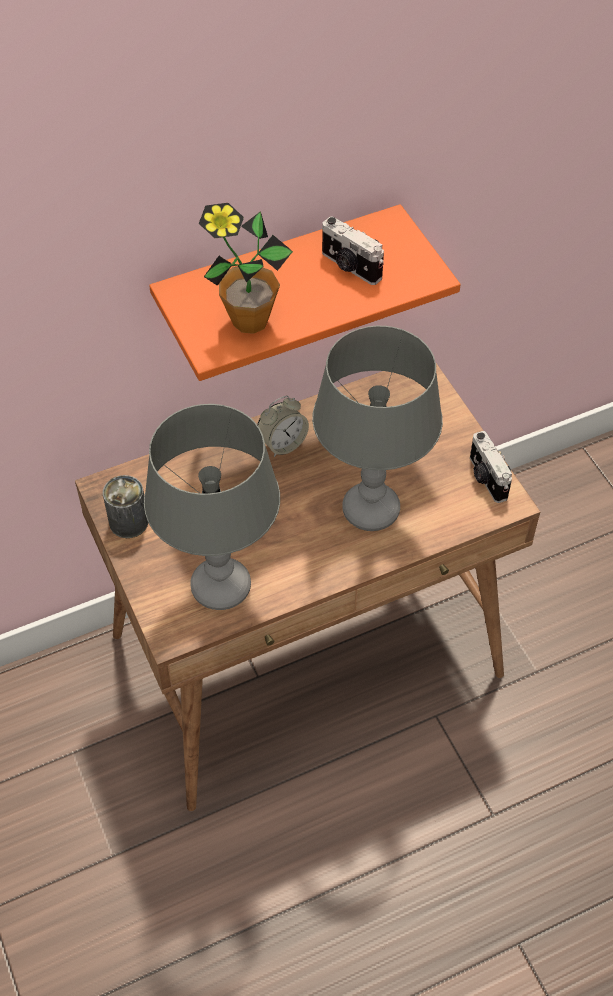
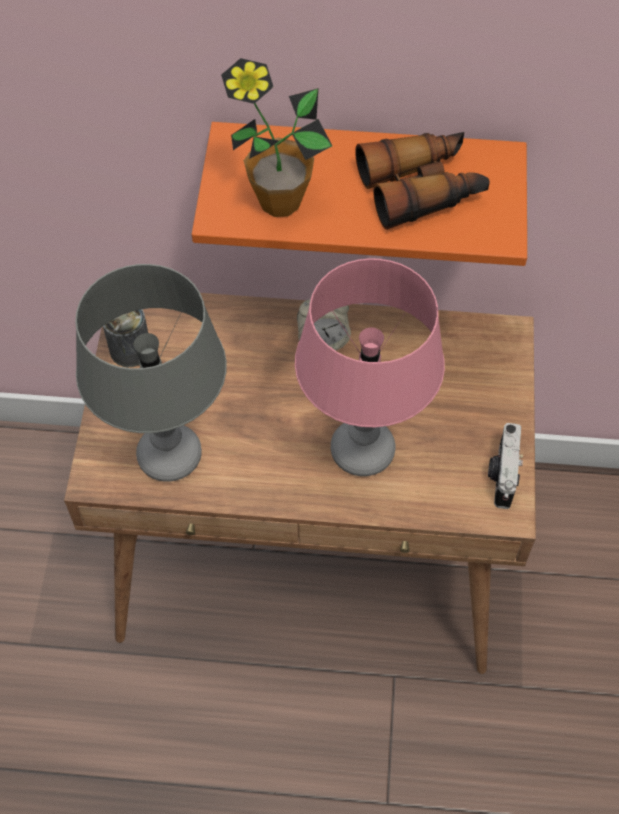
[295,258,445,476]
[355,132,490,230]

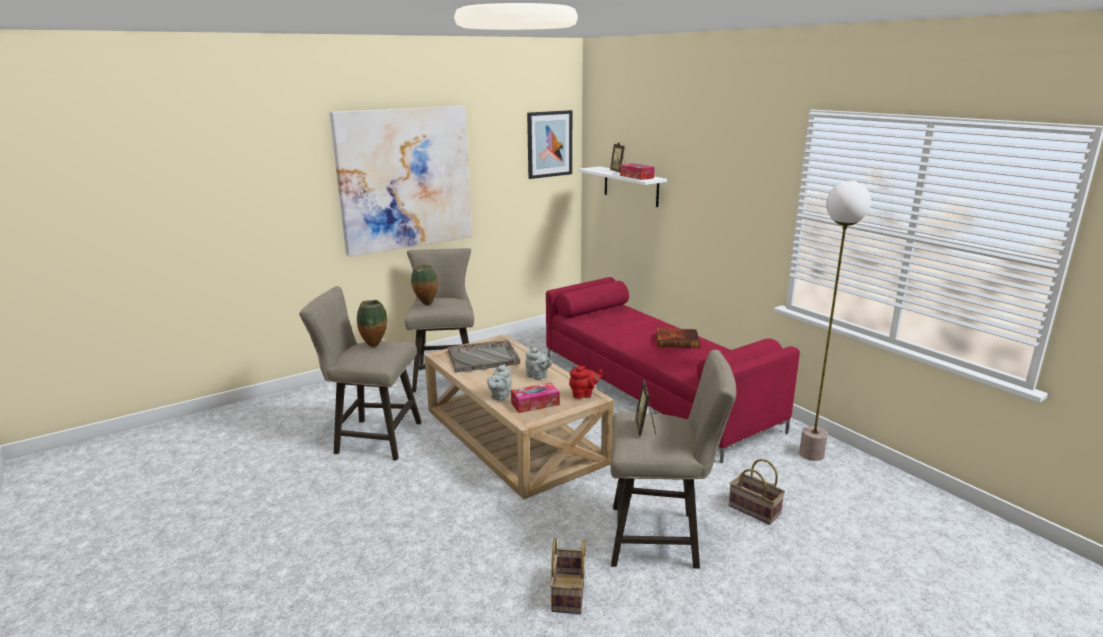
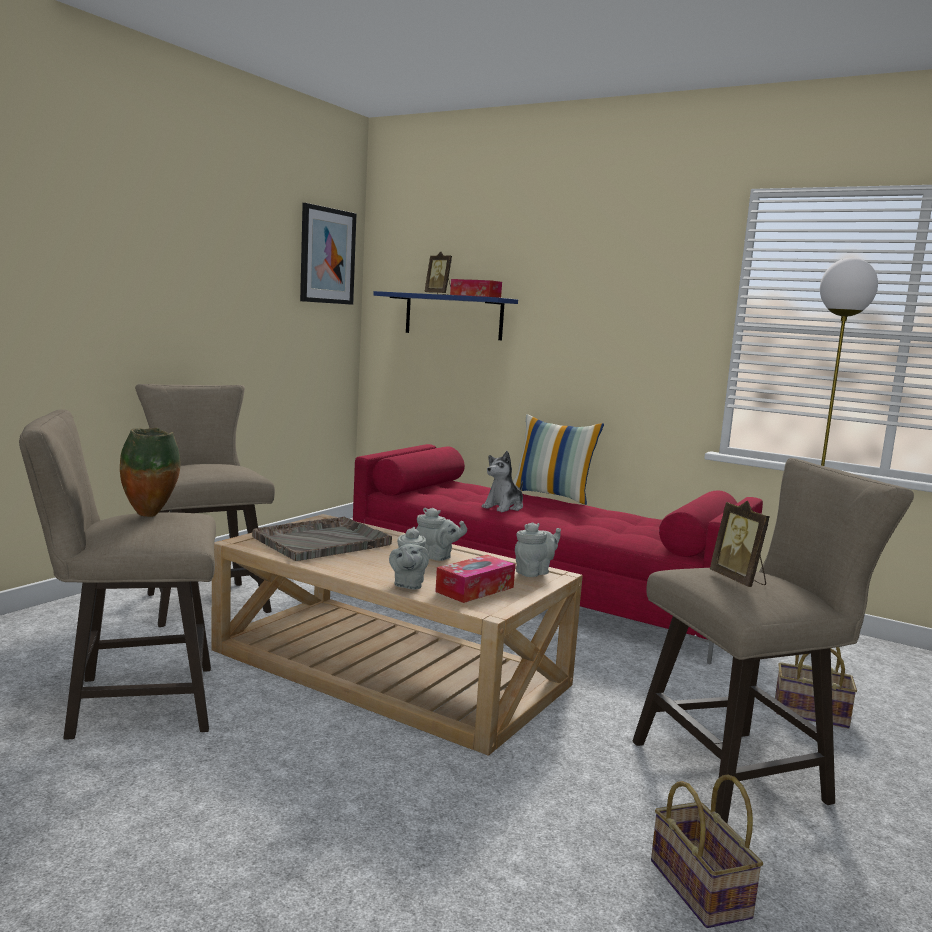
[373,291,518,340]
[482,451,523,512]
[513,414,604,505]
[515,522,561,577]
[330,106,472,256] (first image)
[411,265,438,305] (first image)
[656,328,700,348] (first image)

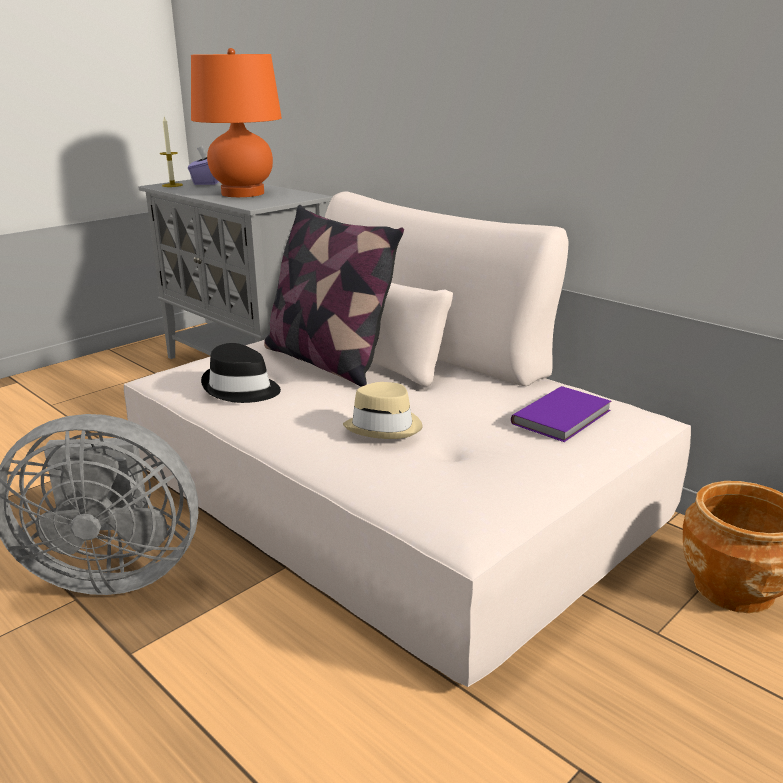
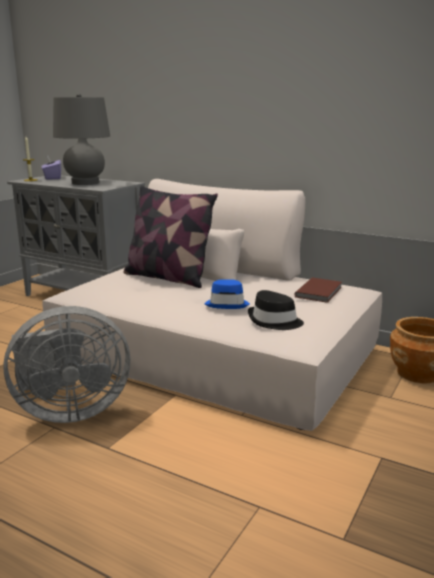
[53,93,110,185]
[204,279,250,309]
[248,290,304,330]
[295,277,342,303]

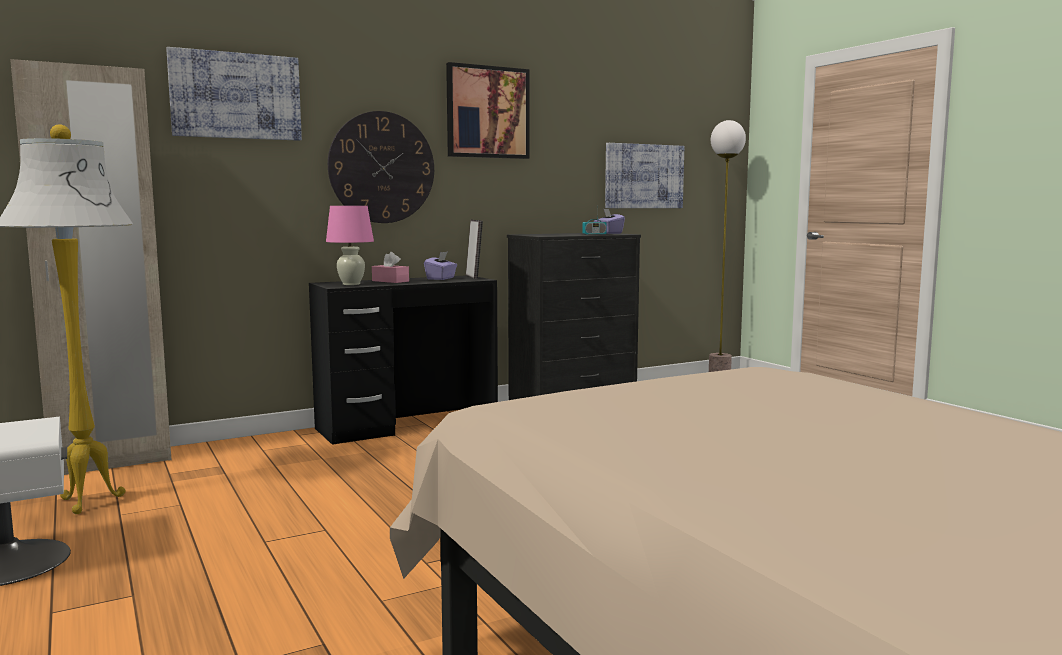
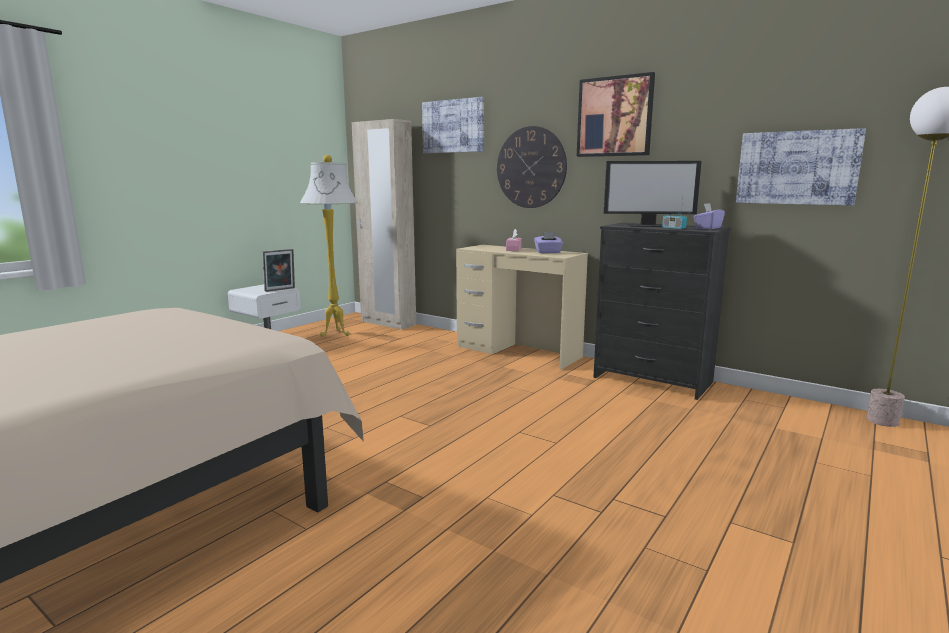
[262,249,295,292]
[456,245,588,370]
[604,161,702,227]
[326,206,374,285] (first image)

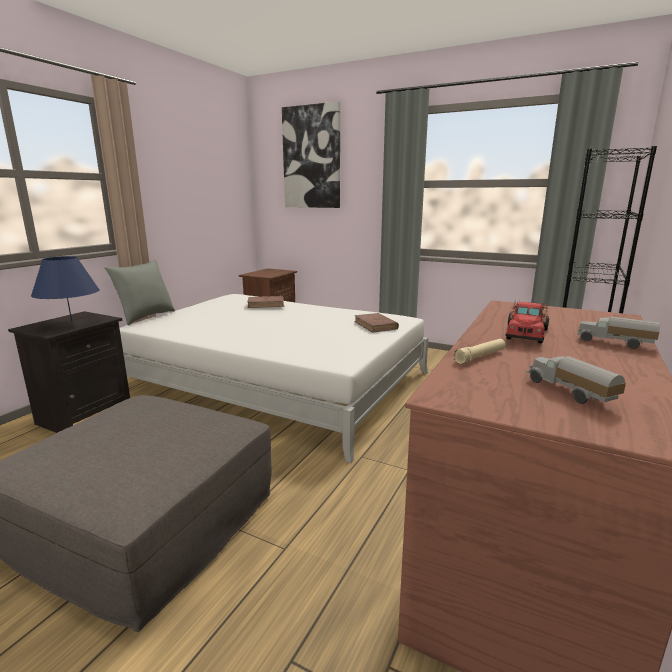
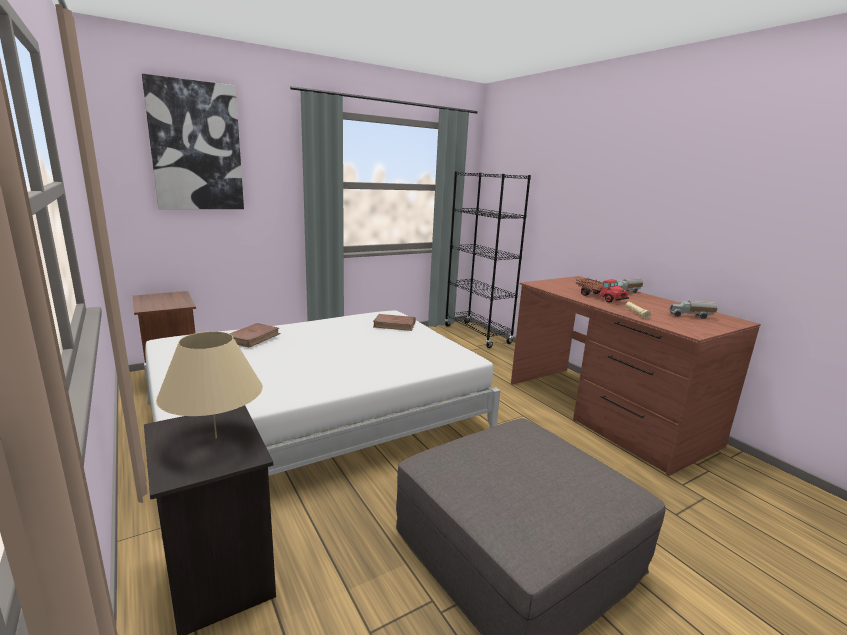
[156,331,263,438]
[105,260,175,325] (first image)

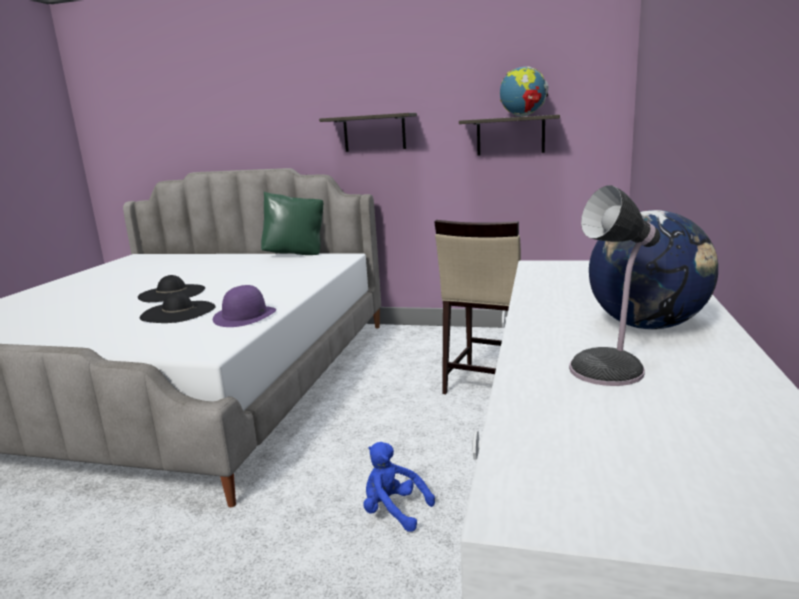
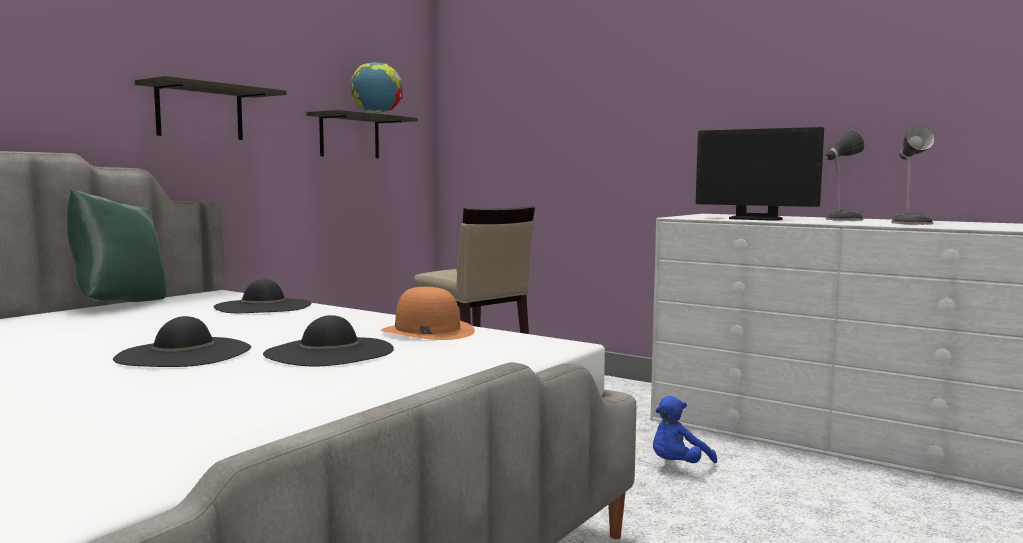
[214,279,312,313]
[381,287,475,340]
[696,127,824,221]
[825,130,865,221]

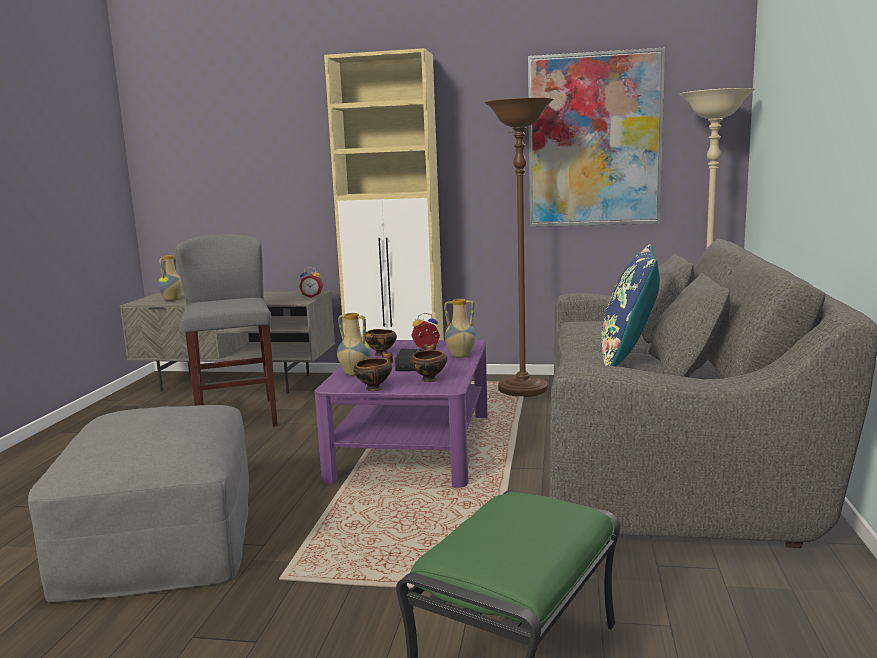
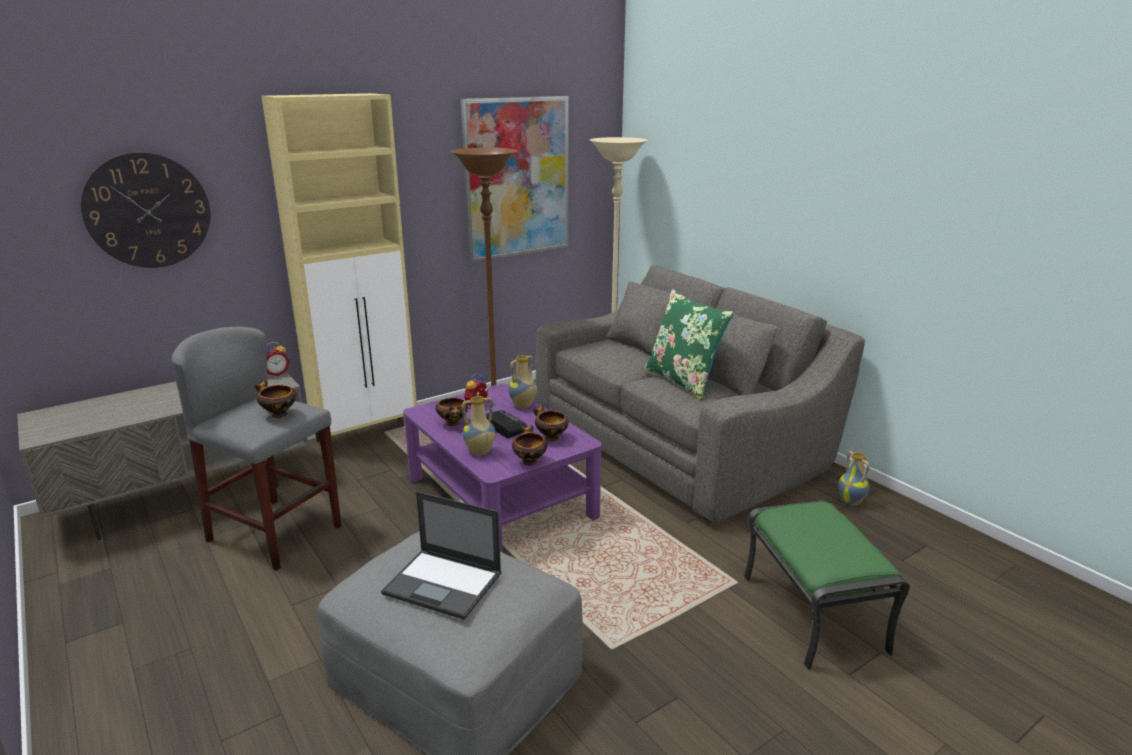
[81,152,210,268]
[254,380,296,418]
[381,491,502,620]
[644,289,734,400]
[838,451,870,506]

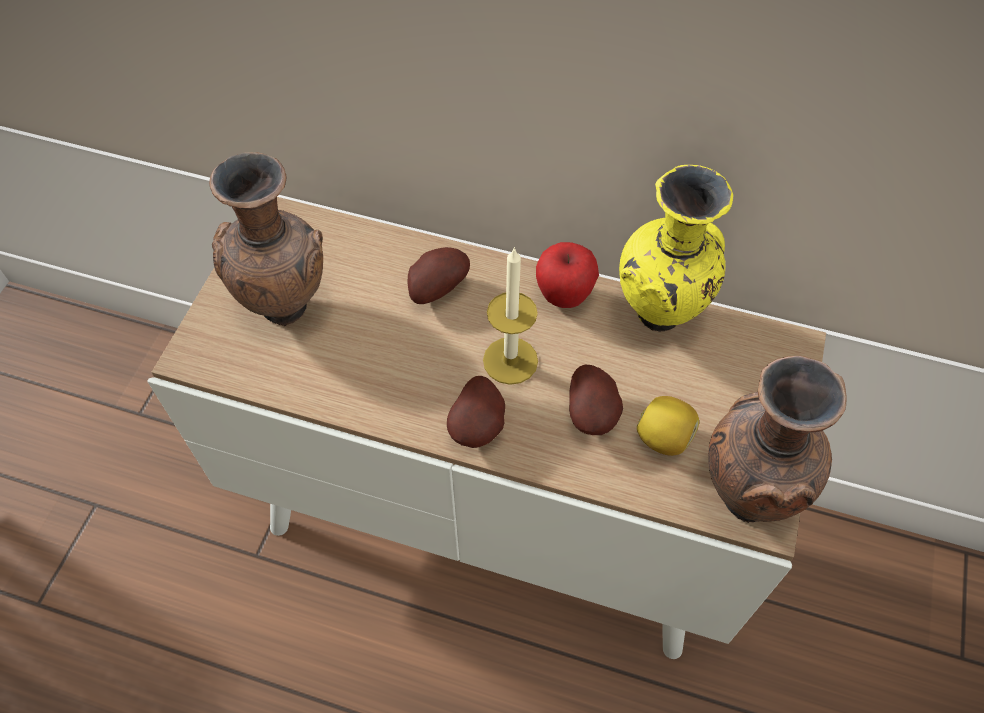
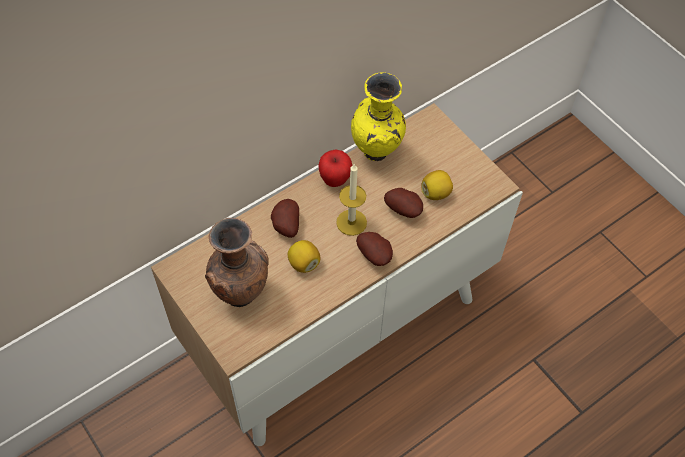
[288,240,320,273]
[708,356,847,523] (first image)

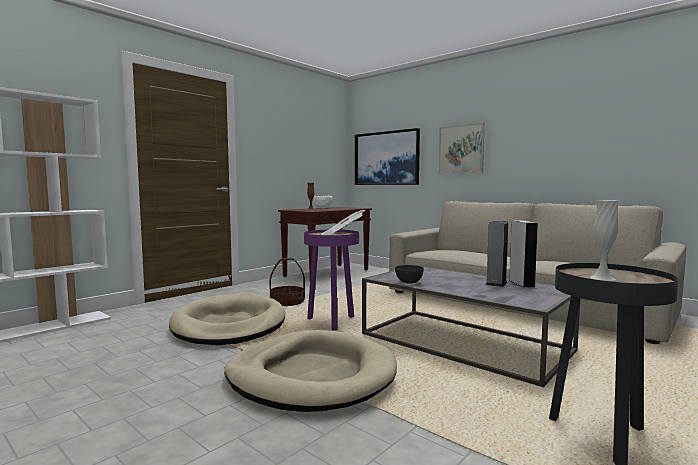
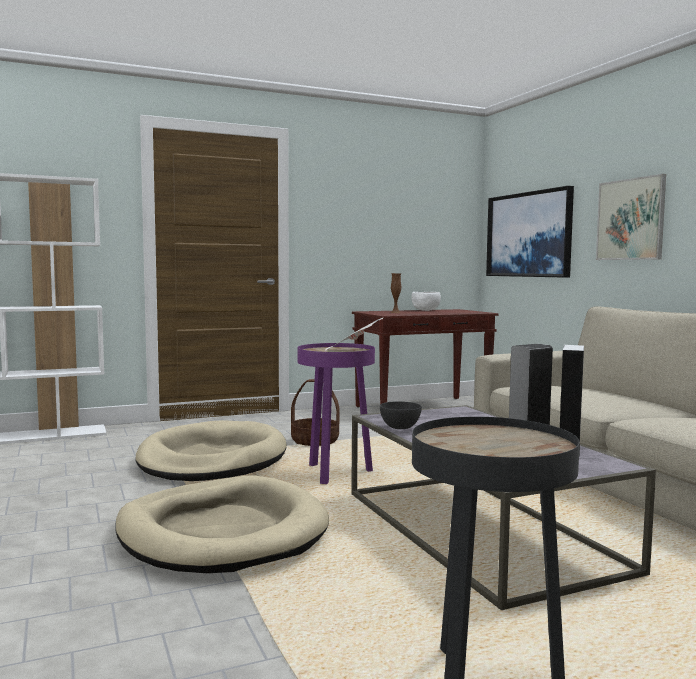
[590,200,619,281] (first image)

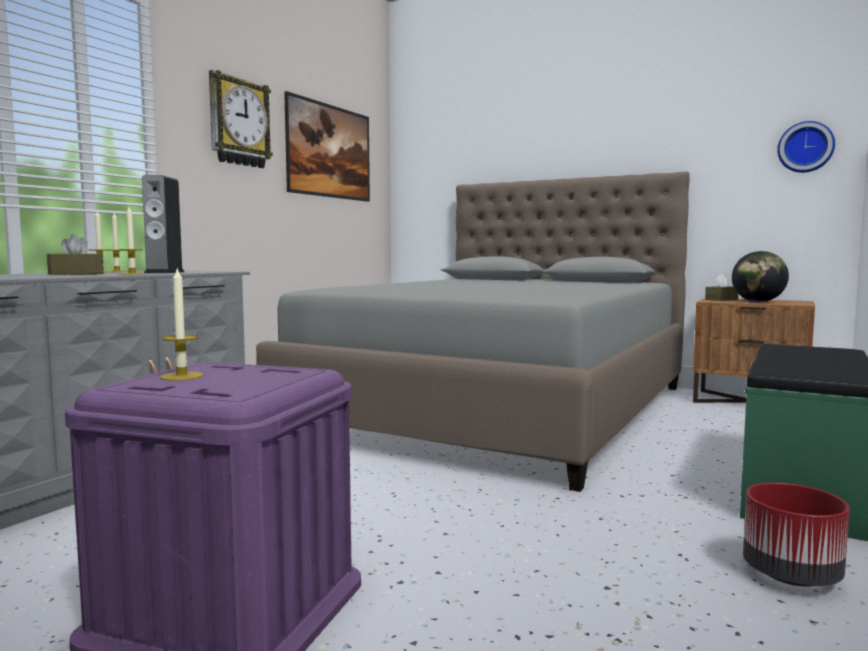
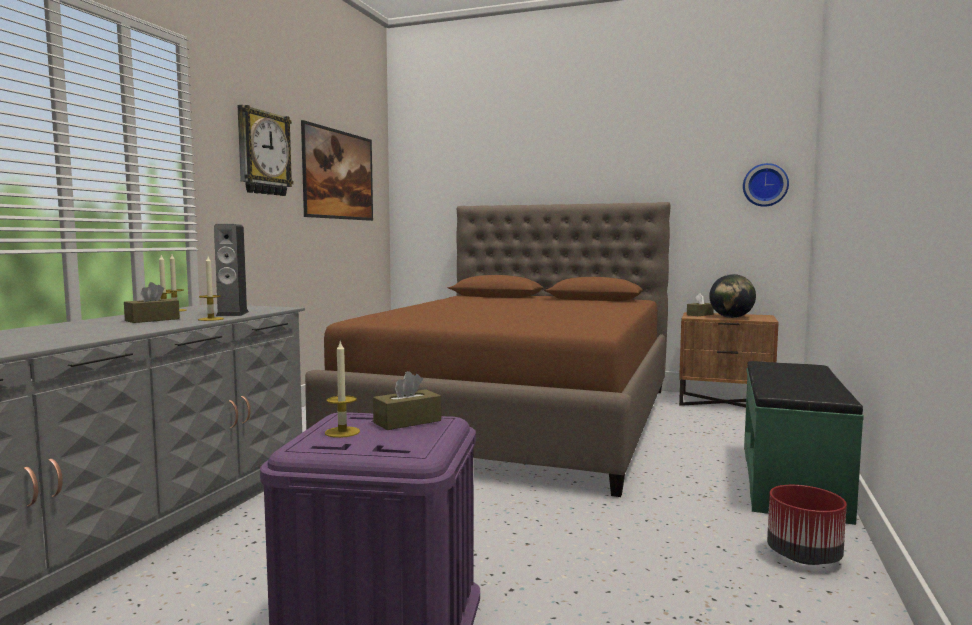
[305,202,670,497]
[373,371,441,430]

